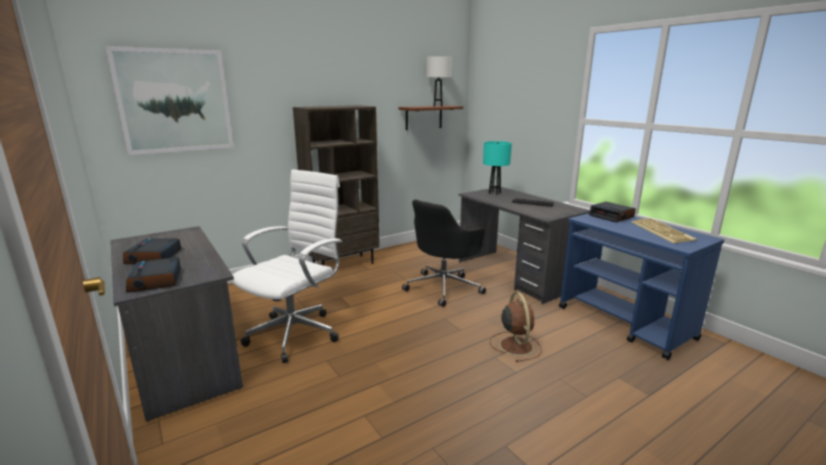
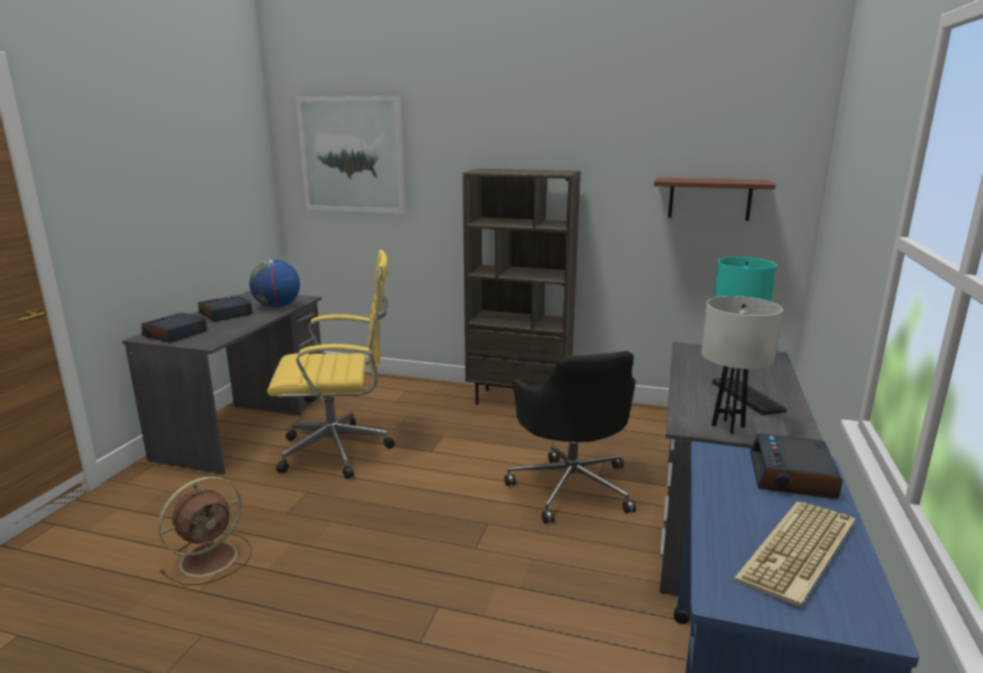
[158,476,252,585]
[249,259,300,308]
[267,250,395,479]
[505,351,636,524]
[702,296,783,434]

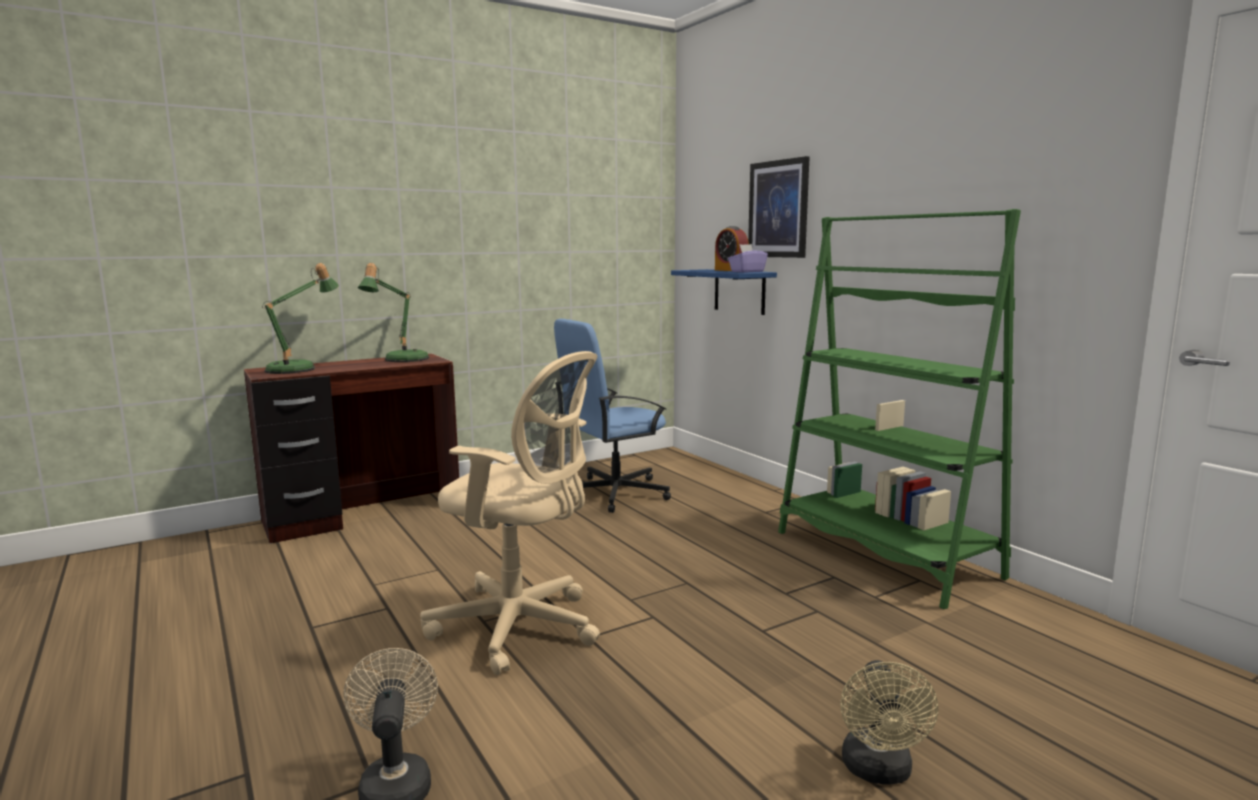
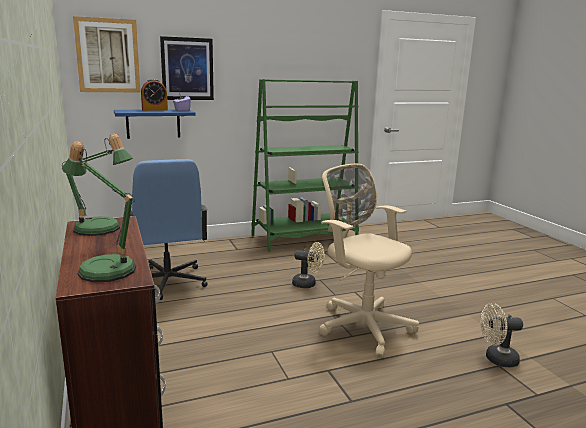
[73,16,140,92]
[292,242,324,288]
[319,164,419,357]

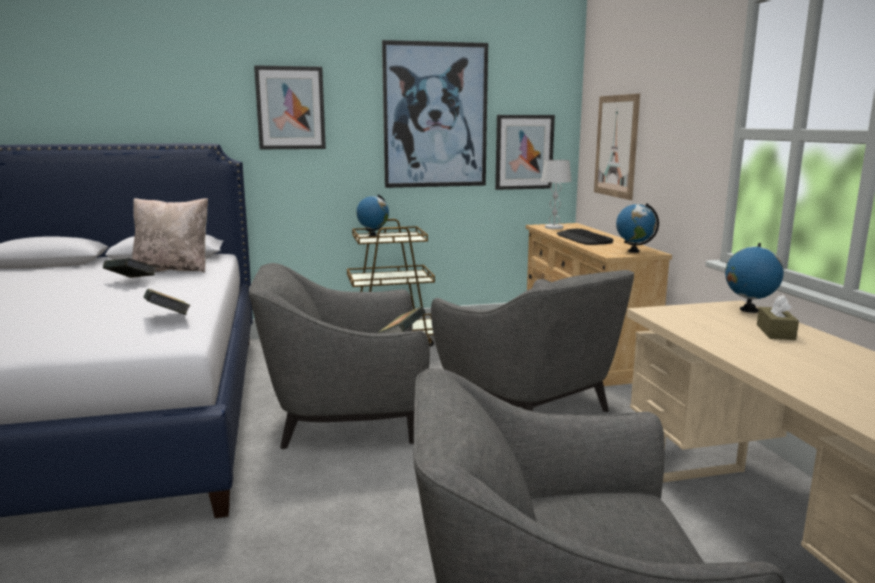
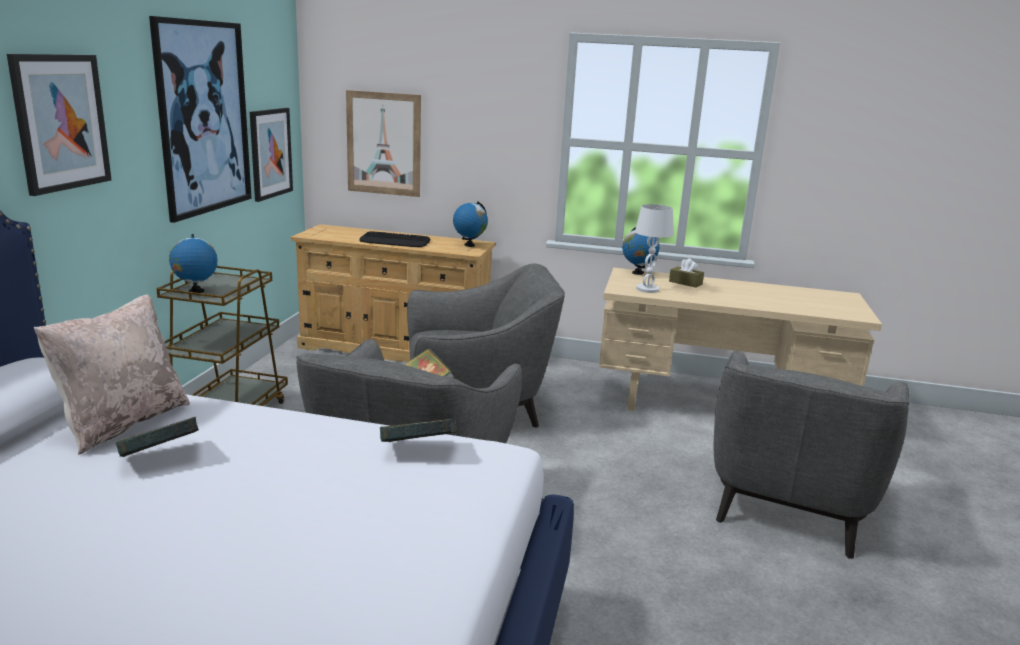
[635,204,674,293]

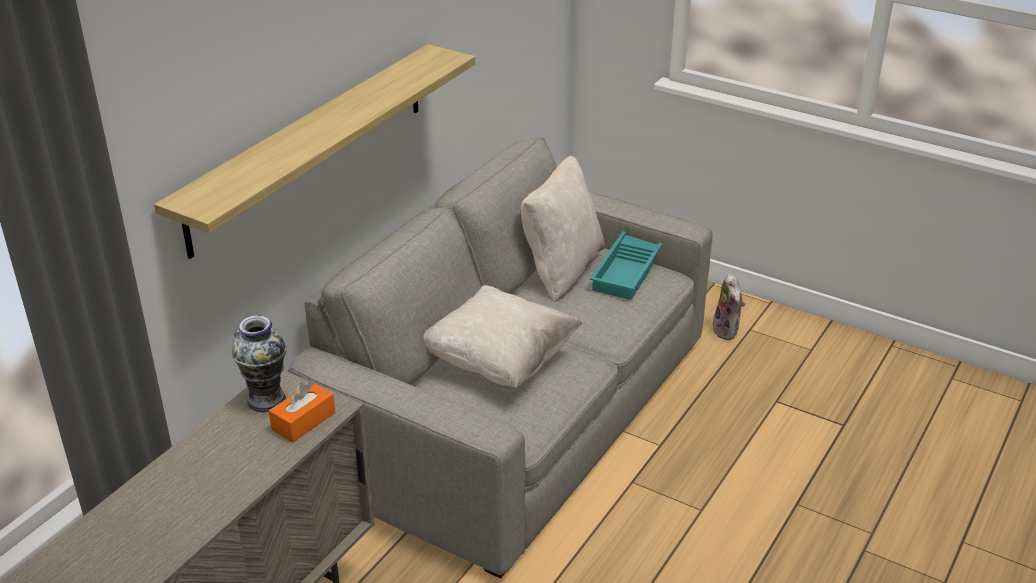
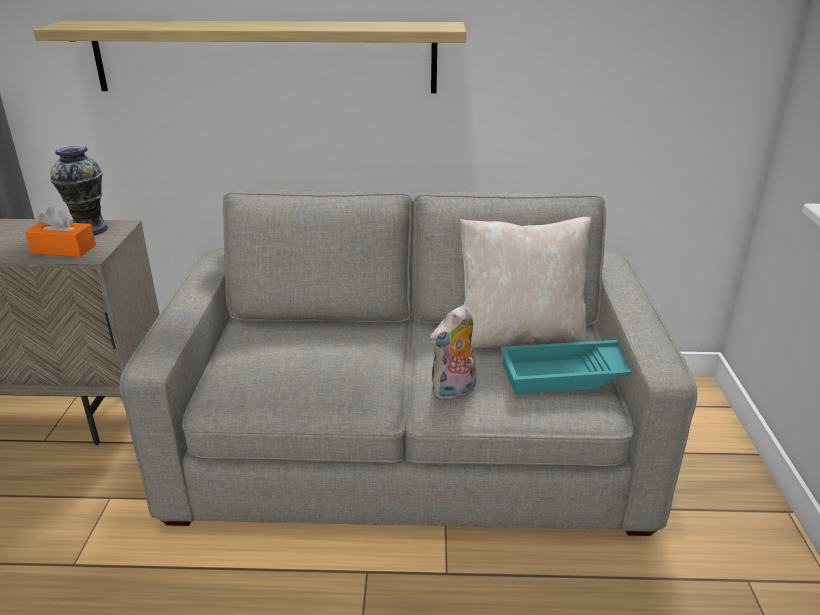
[430,305,476,401]
[423,285,582,388] (first image)

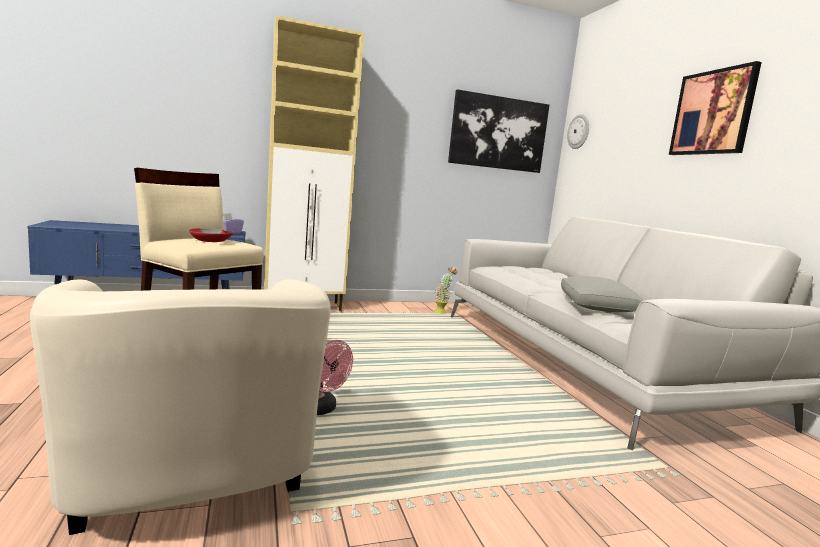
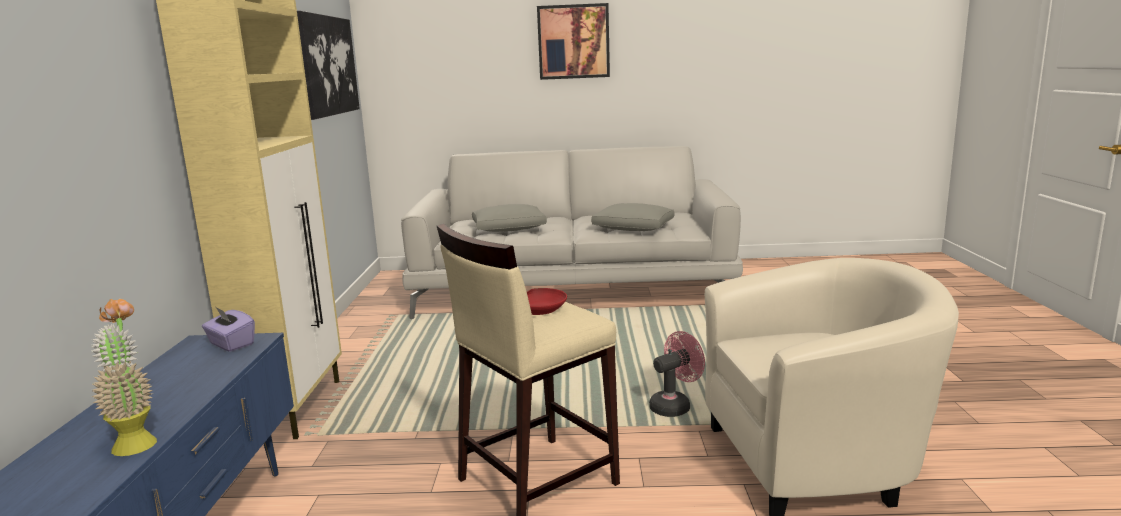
[91,299,157,456]
[472,204,547,232]
[567,114,589,149] (first image)

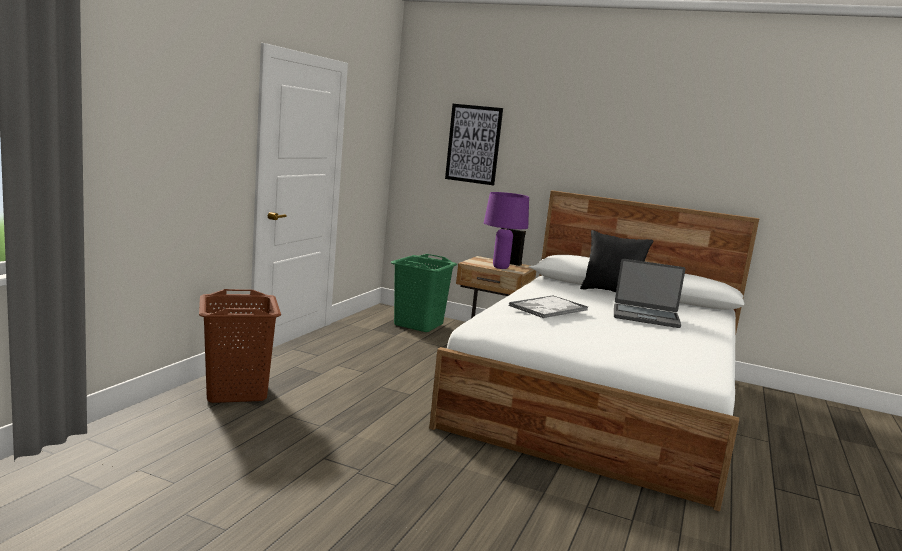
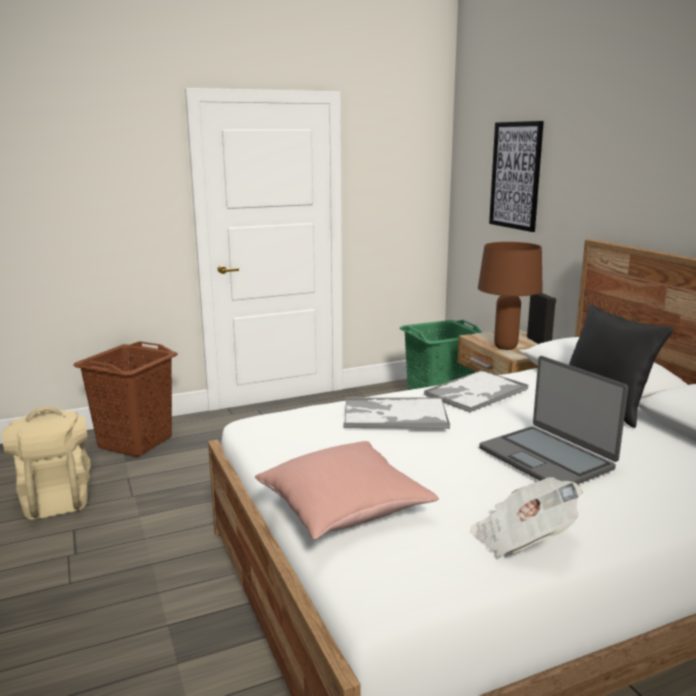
[2,406,91,520]
[255,441,439,540]
[423,370,529,413]
[470,477,583,557]
[478,242,543,350]

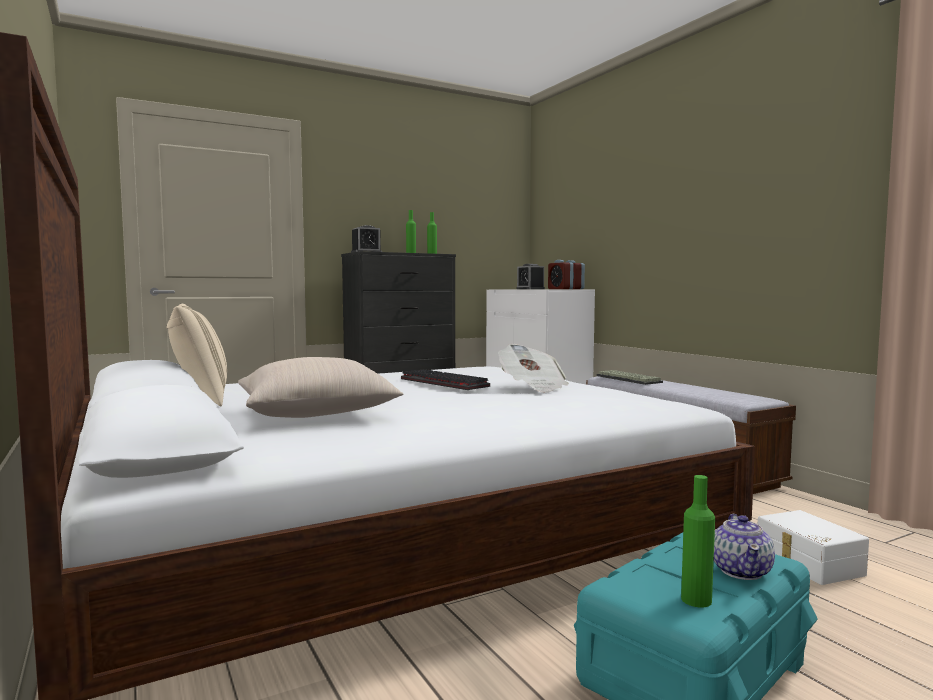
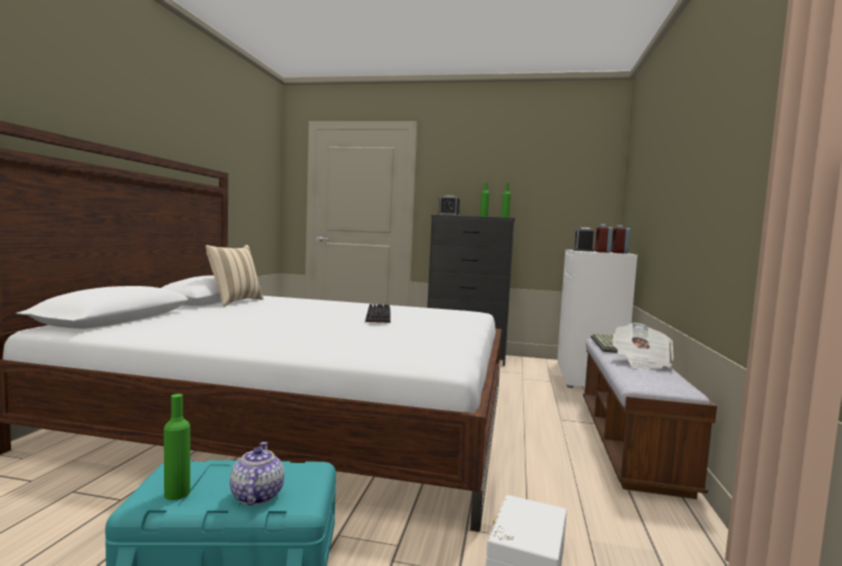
[230,442,284,505]
[611,323,674,370]
[238,357,403,418] (first image)

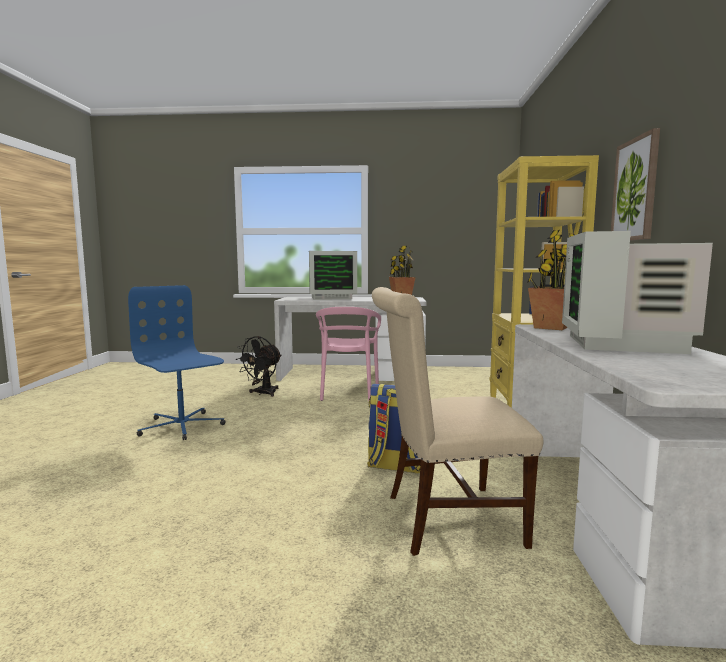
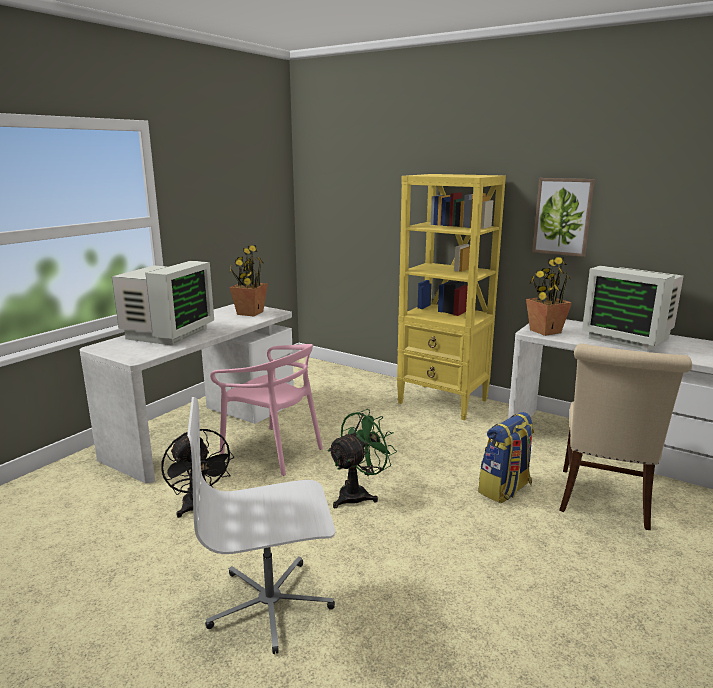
[187,397,335,654]
[328,409,397,508]

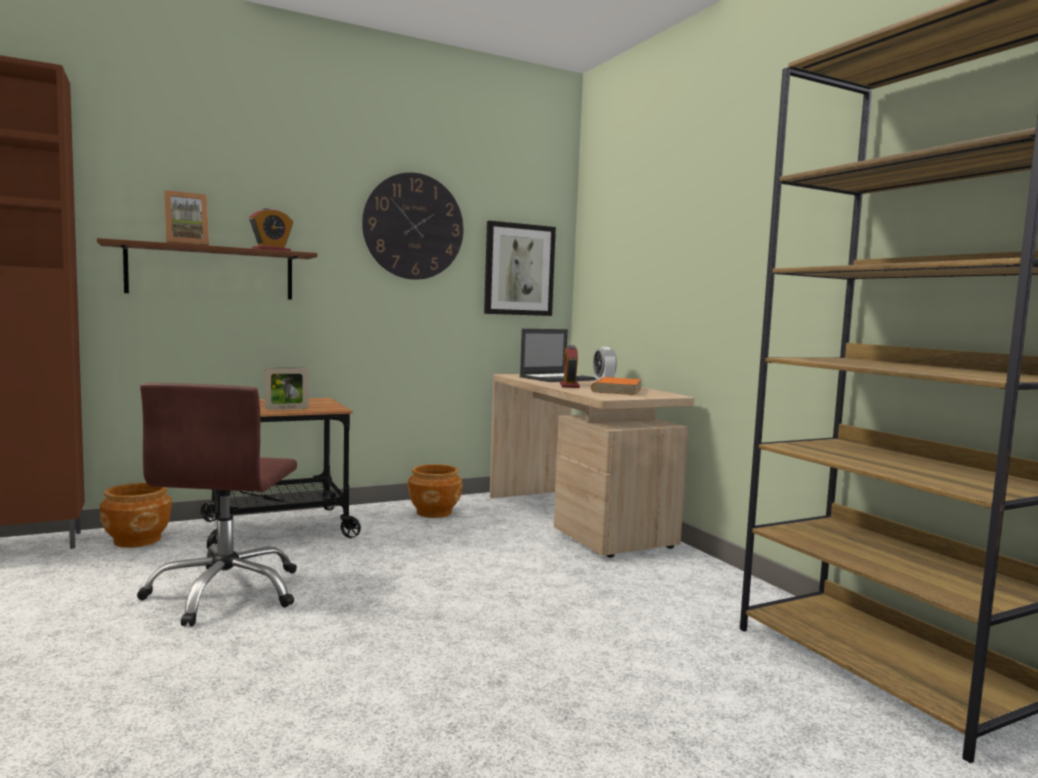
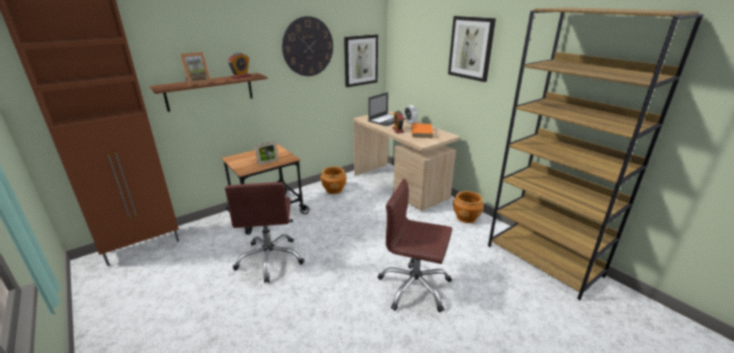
[378,179,452,312]
[448,16,496,82]
[453,191,484,223]

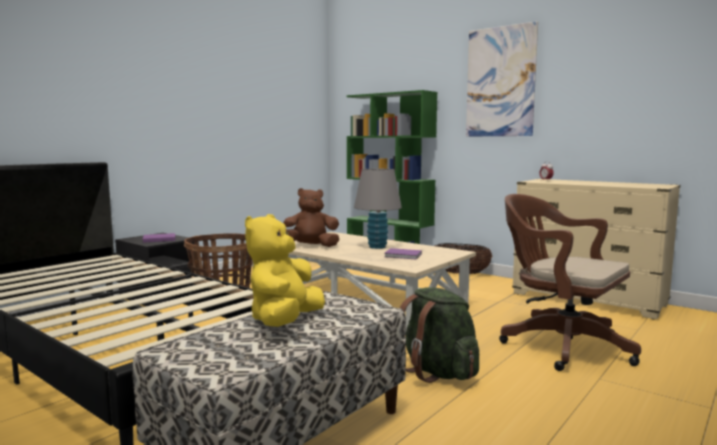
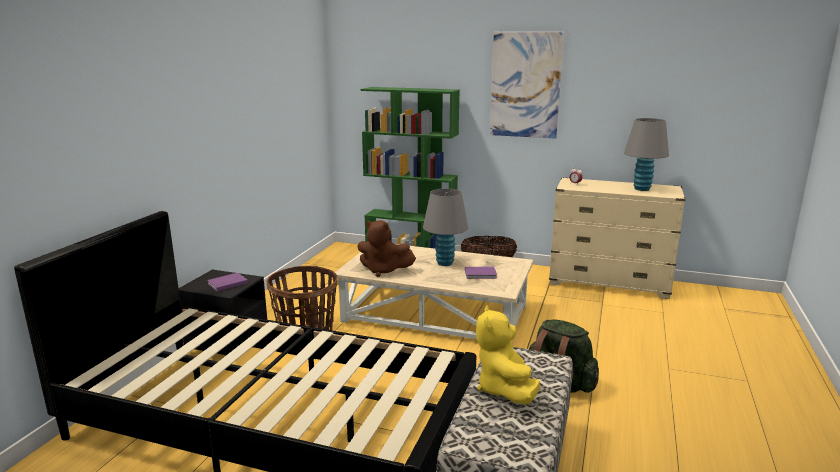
[357,220,416,277]
[624,118,669,191]
[499,194,641,371] (first image)

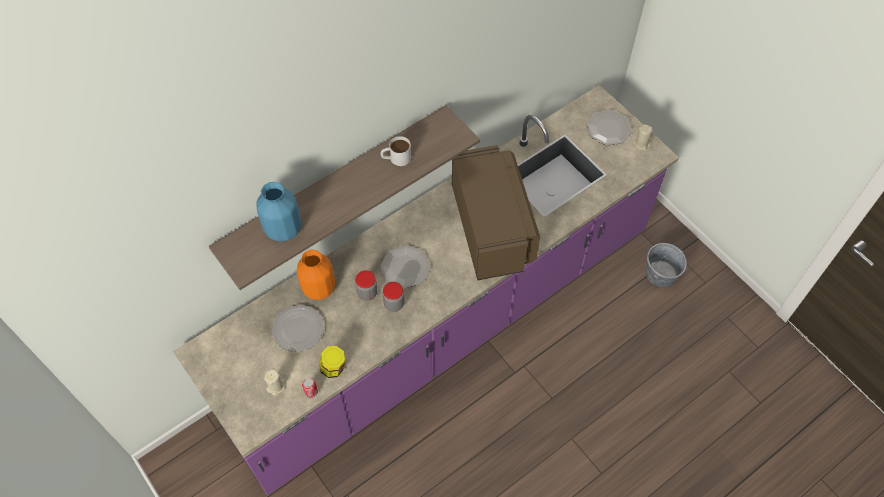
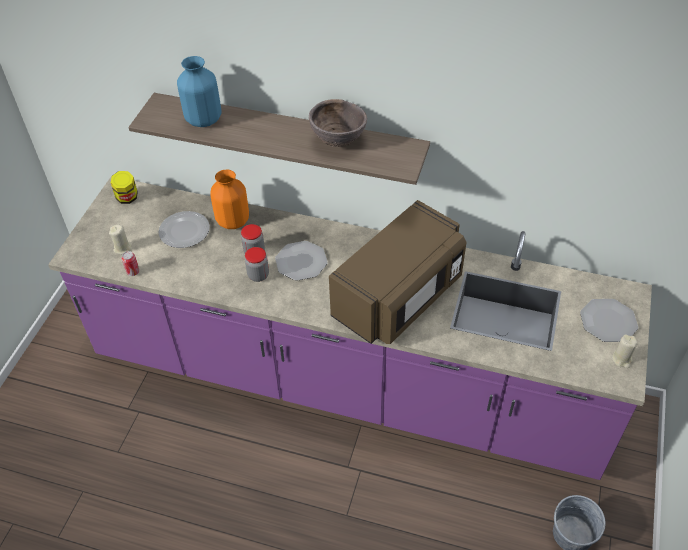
[111,171,138,204]
[309,99,367,147]

